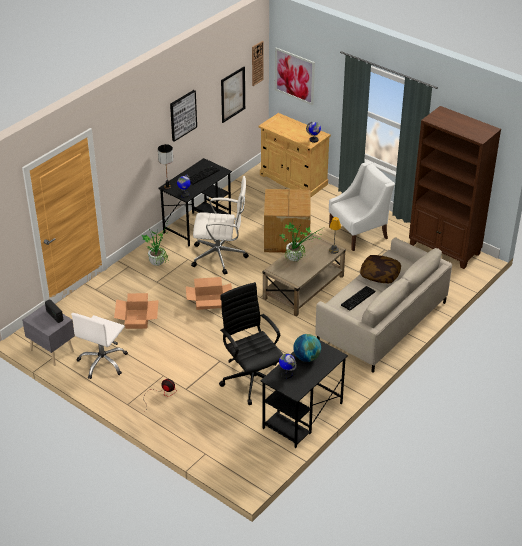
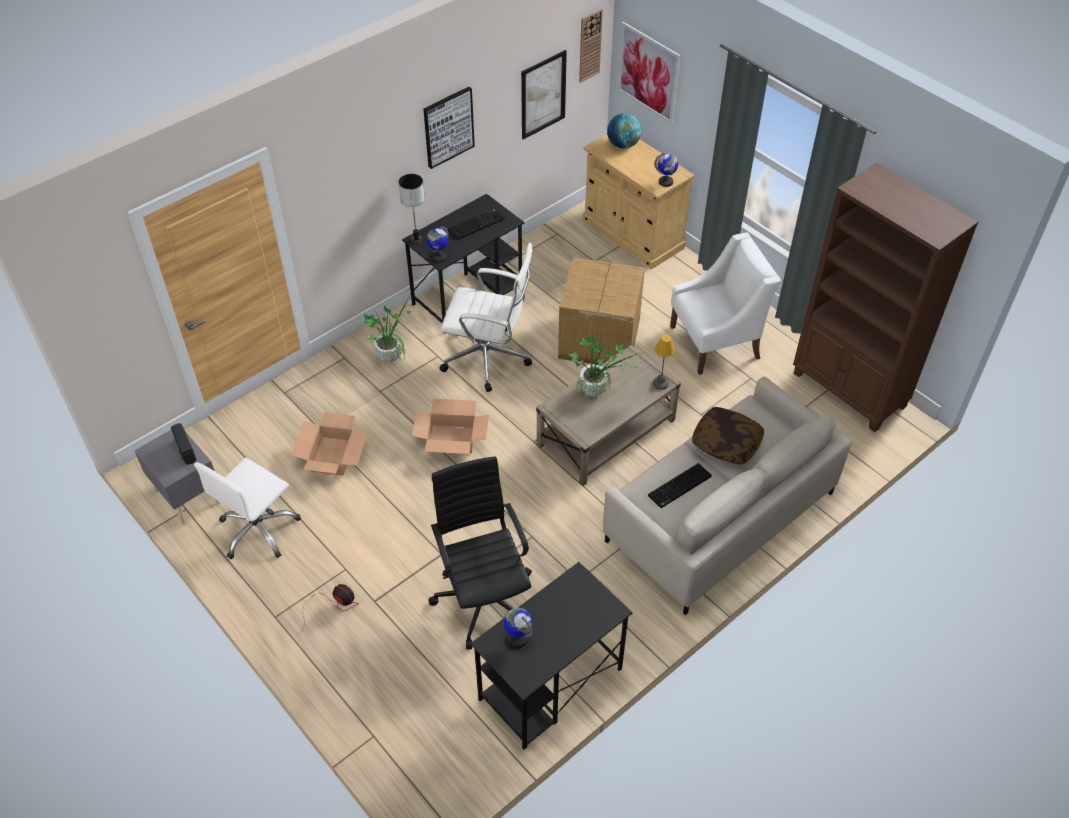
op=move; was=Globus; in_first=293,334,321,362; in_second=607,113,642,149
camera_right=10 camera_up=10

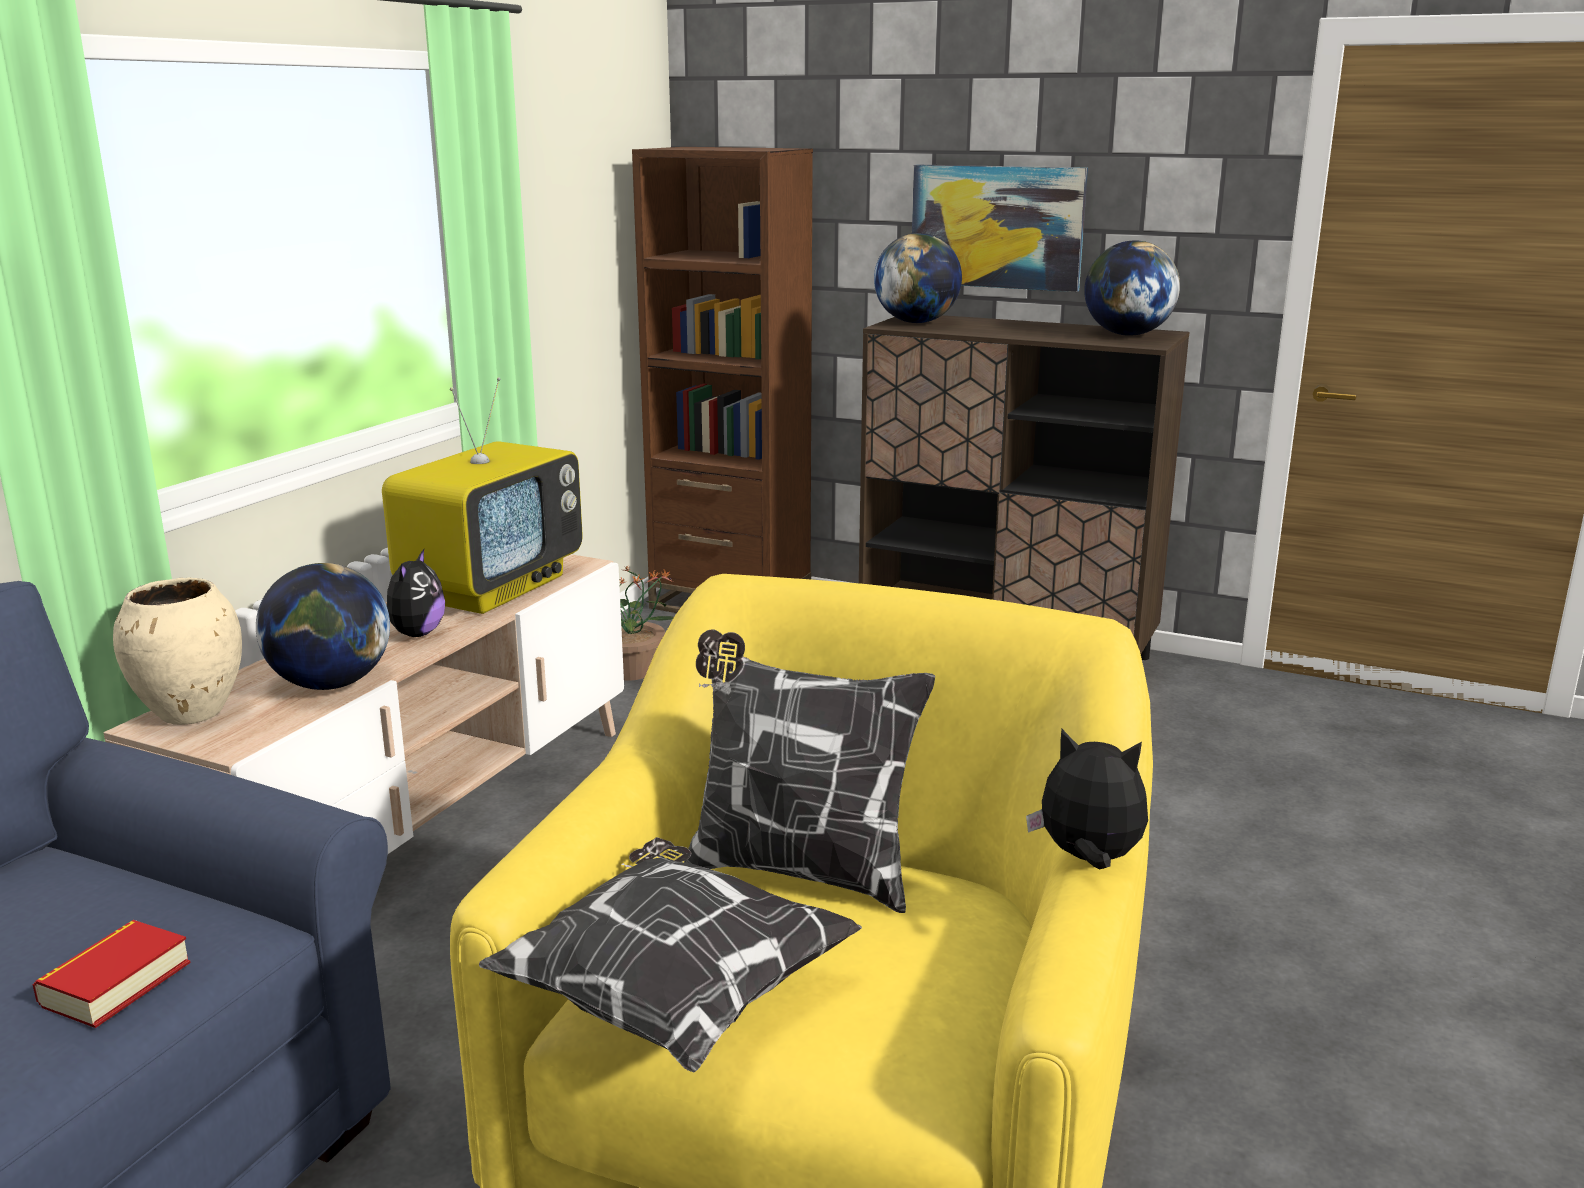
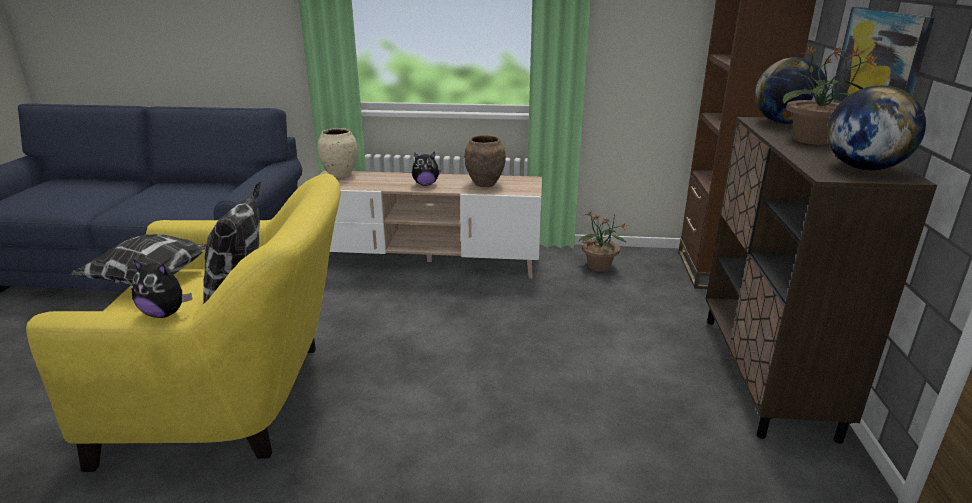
op=delete; was=Buch; in_first=33,920,190,1028
op=delete; was=Globus; in_first=256,563,390,690
op=replace; was=Fernseher; now=Vase (braun); in_first=382,377,583,614; in_second=464,135,506,187
op=rotate; was=Plüschtier; in_first=1026,729,1148,869; in_second=131,259,192,318; clockwise=105
op=insert; now=Topfpflanze; in_second=783,45,877,145
camera_right=70 camera_up=5

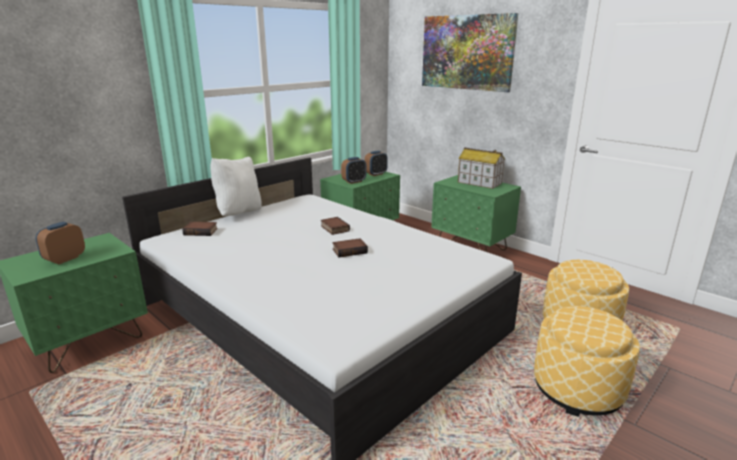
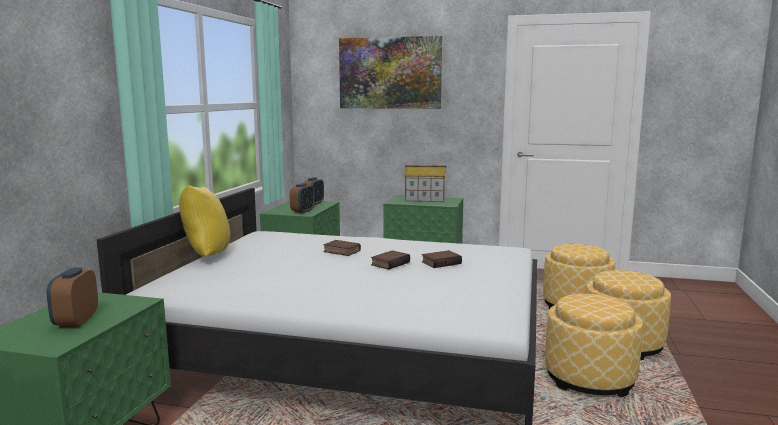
op=move; was=Buch; in_first=182,222,218,236; in_second=422,250,462,268
op=recolor; was=Kissen (weiß); now=Kissen (gelb); in_first=210,157,262,216; in_second=179,185,230,257
op=insert; now=Polsterhocker; in_second=545,294,643,397
camera_right=-30 camera_up=-10

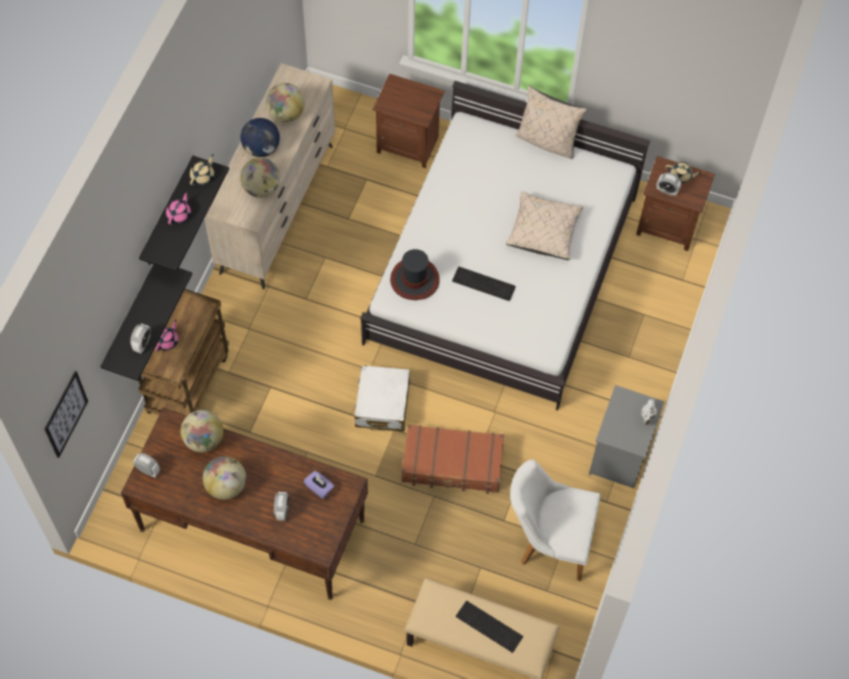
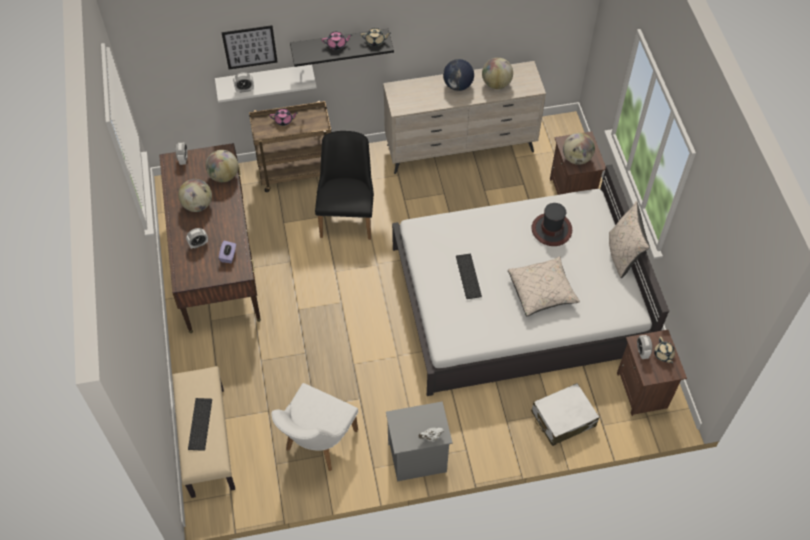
op=move; was=Bild; in_first=44,371,88,458; in_second=221,25,278,69
op=recolor; was=Wandregal (schwarz); now=Wandregal (weiß); in_first=100,264,192,381; in_second=215,64,317,103
op=move; was=Globus; in_first=240,158,280,198; in_second=563,133,595,165
op=move; was=Koffer (weiß); in_first=355,365,410,431; in_second=531,383,599,446
op=move; was=Hut; in_first=390,249,440,300; in_second=531,203,572,246
op=delete; was=Koffer (braun); in_first=402,424,504,494
op=rotate; was=Stuhl (weiß); in_first=510,459,600,581; in_second=271,383,358,471; clockwise=-135
op=insert; now=Stuhl (schwarz); in_second=315,131,374,240
camera_right=60 camera_up=-5

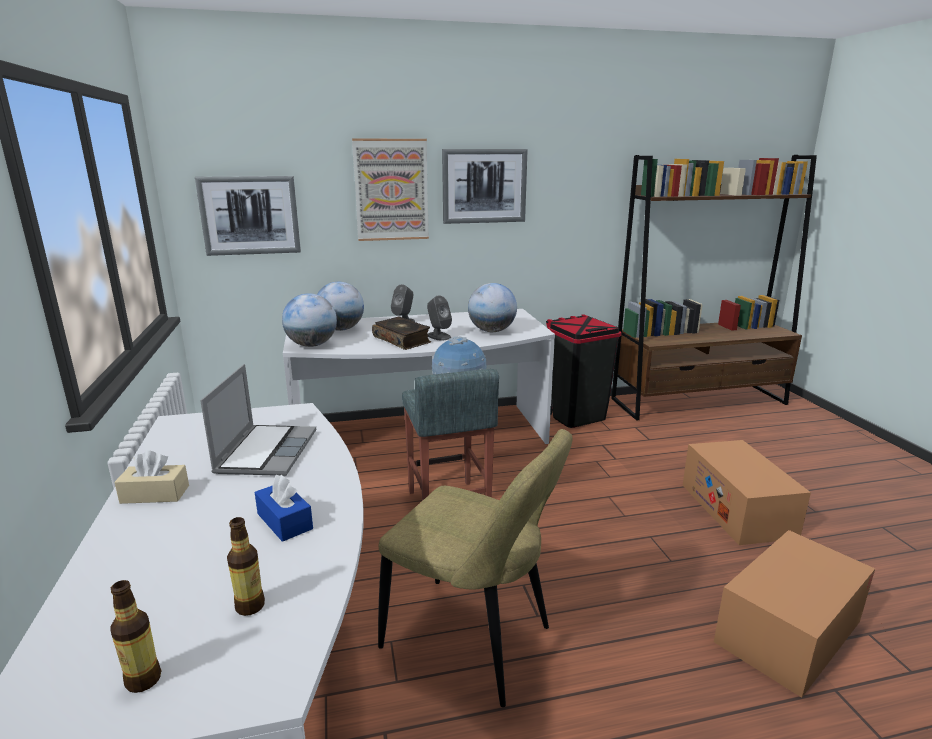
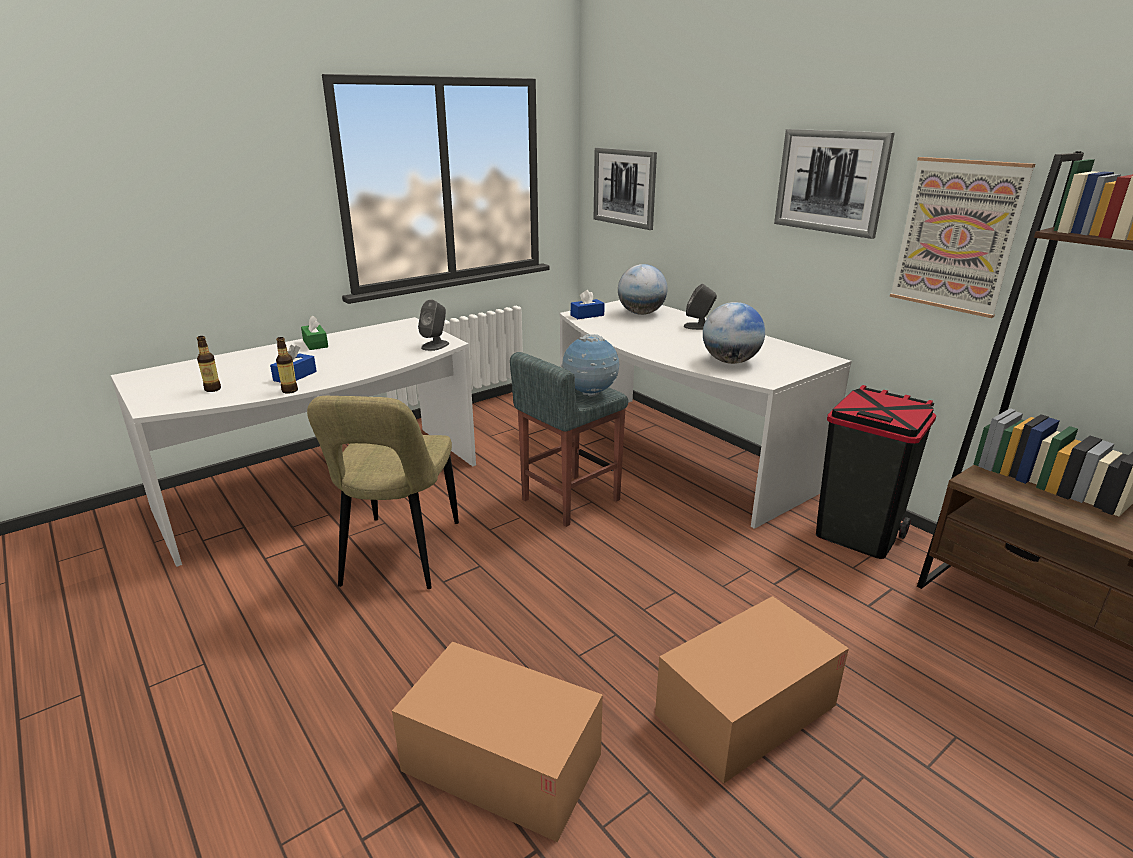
op=move; was=Flasche; in_first=111,580,161,693; in_second=276,337,298,394
op=recolor; was=Taschentuchbox (beige); now=Taschentuchbox (grün); in_first=114,450,189,504; in_second=301,315,328,350
op=delete; was=Laptop; in_first=200,364,316,476
op=replace; was=Globus; now=Taschentuchbox (blau); in_first=282,293,337,347; in_second=571,290,605,319
op=move; was=Bild; in_first=352,138,429,241; in_second=890,157,1035,318
op=delete; was=Buch; in_first=372,317,431,350
op=move; was=Lautsprecher (grau); in_first=427,295,452,341; in_second=418,300,449,351
camera_right=65 camera_up=5

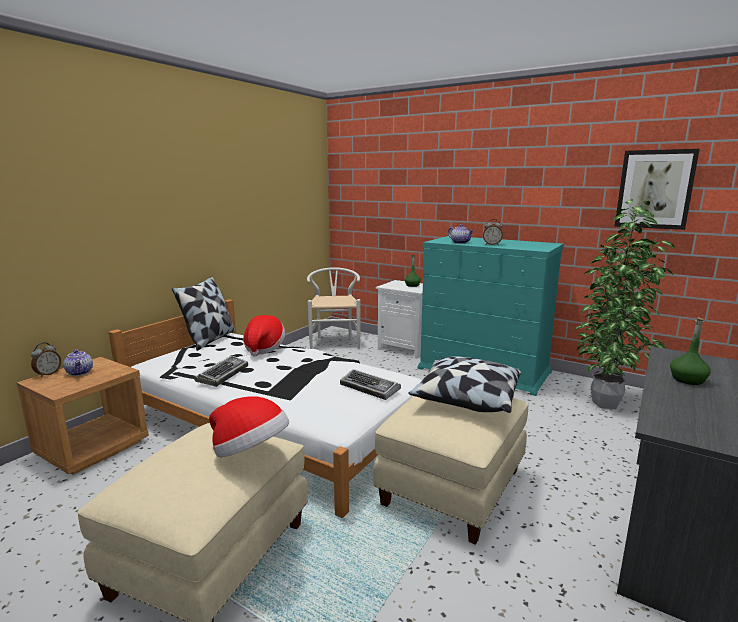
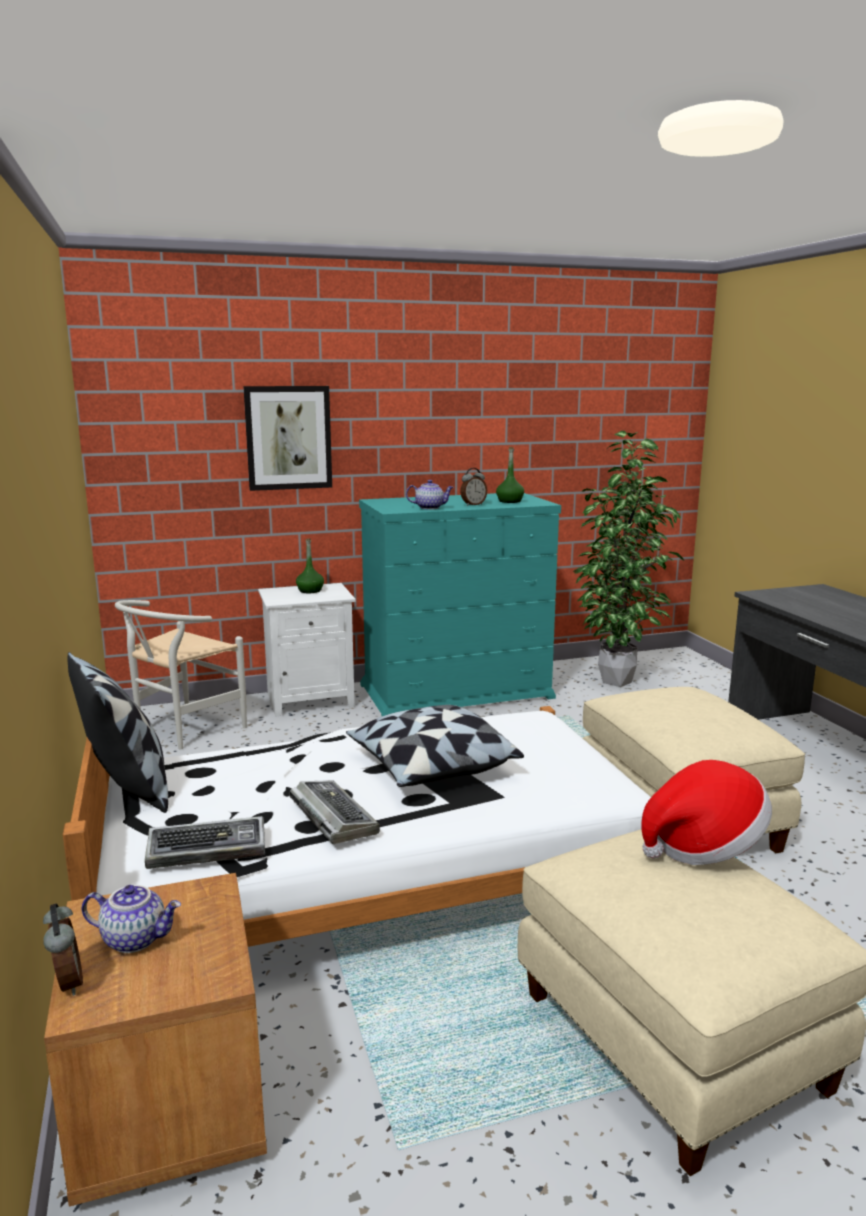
op=delete; was=Hut; in_first=243,315,285,356
op=rotate; was=Stuhl (weiß); in_first=307,267,361,349; in_second=115,600,247,749; clockwise=-90
op=move; was=Tastatur; in_first=340,369,401,400; in_second=145,816,265,869
op=move; was=Kissen; in_first=408,357,521,413; in_second=346,705,524,787
op=move; was=Bild; in_first=615,149,700,230; in_second=243,386,332,491
op=move; was=Flasche (grün); in_first=670,317,711,385; in_second=496,447,524,503
camera_right=-50 camera_up=0

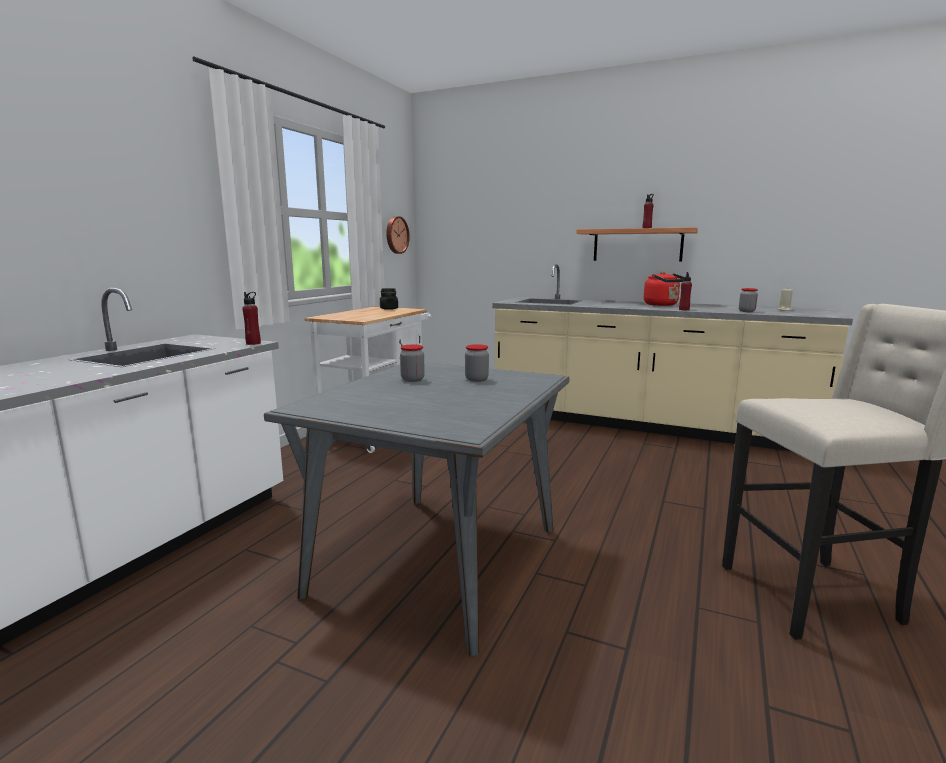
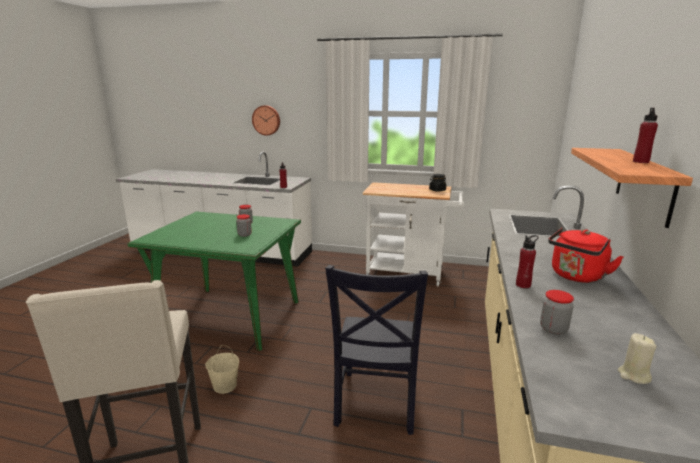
op=recolor; was=Esstisch (grau); now=Esstisch (grün); in_first=264,362,569,657; in_second=128,211,301,351
op=move; was=Wanduhr; in_first=386,216,410,254; in_second=252,105,280,136
op=insert; now=Eimer (beige); in_second=205,345,239,394
op=insert; now=Stuhl (schwarz); in_second=325,265,428,435
camera_right=80 camera_up=5

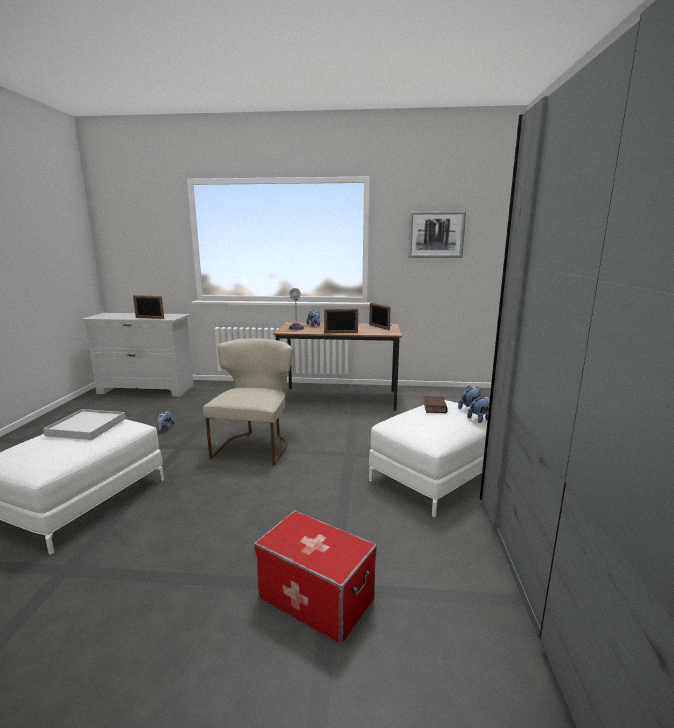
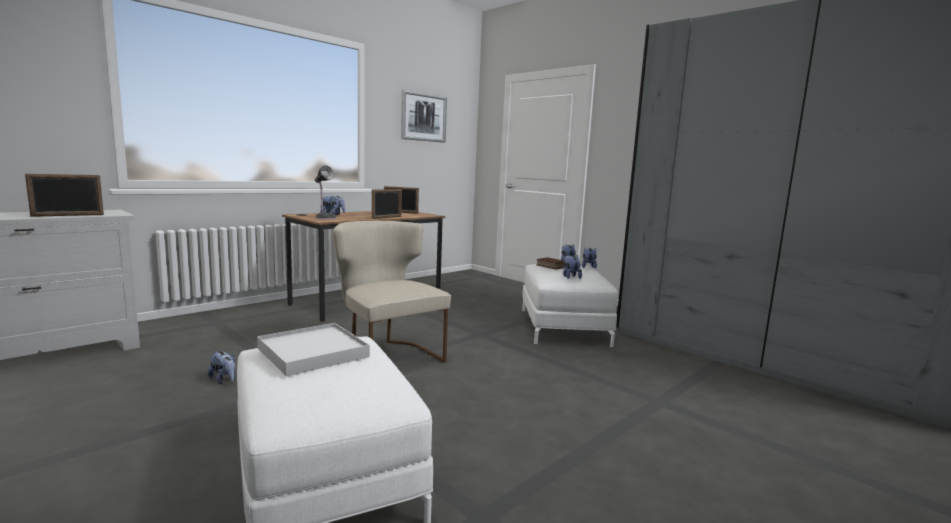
op=delete; was=Aufbewahrungsbox; in_first=254,510,377,645
op=insert; now=Plüschtier; in_second=563,255,582,279
camera_right=-50 camera_up=-5

